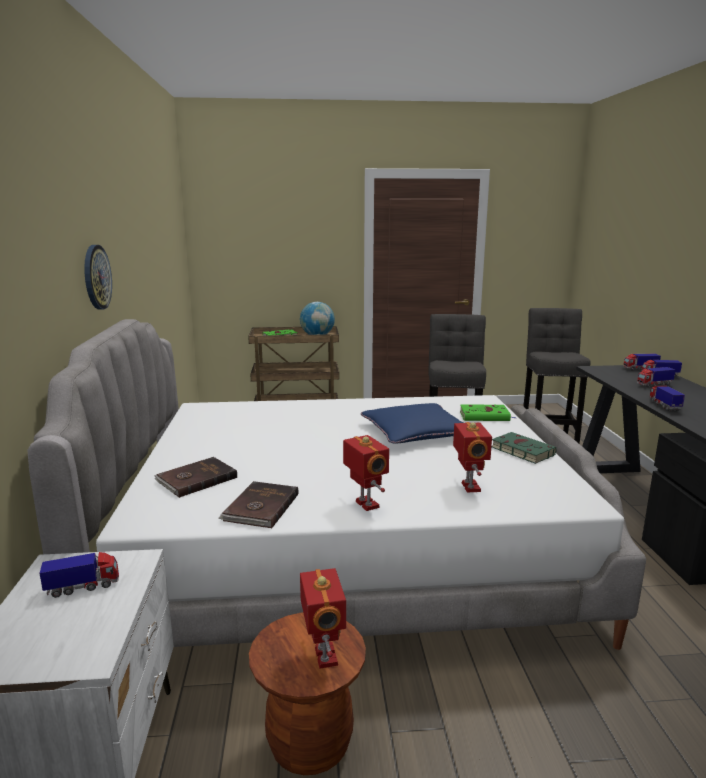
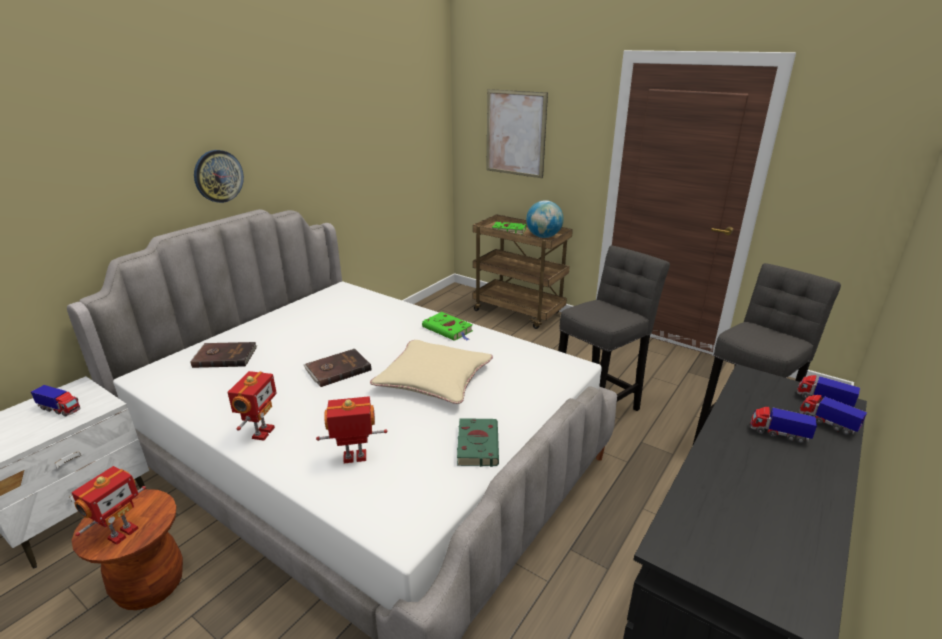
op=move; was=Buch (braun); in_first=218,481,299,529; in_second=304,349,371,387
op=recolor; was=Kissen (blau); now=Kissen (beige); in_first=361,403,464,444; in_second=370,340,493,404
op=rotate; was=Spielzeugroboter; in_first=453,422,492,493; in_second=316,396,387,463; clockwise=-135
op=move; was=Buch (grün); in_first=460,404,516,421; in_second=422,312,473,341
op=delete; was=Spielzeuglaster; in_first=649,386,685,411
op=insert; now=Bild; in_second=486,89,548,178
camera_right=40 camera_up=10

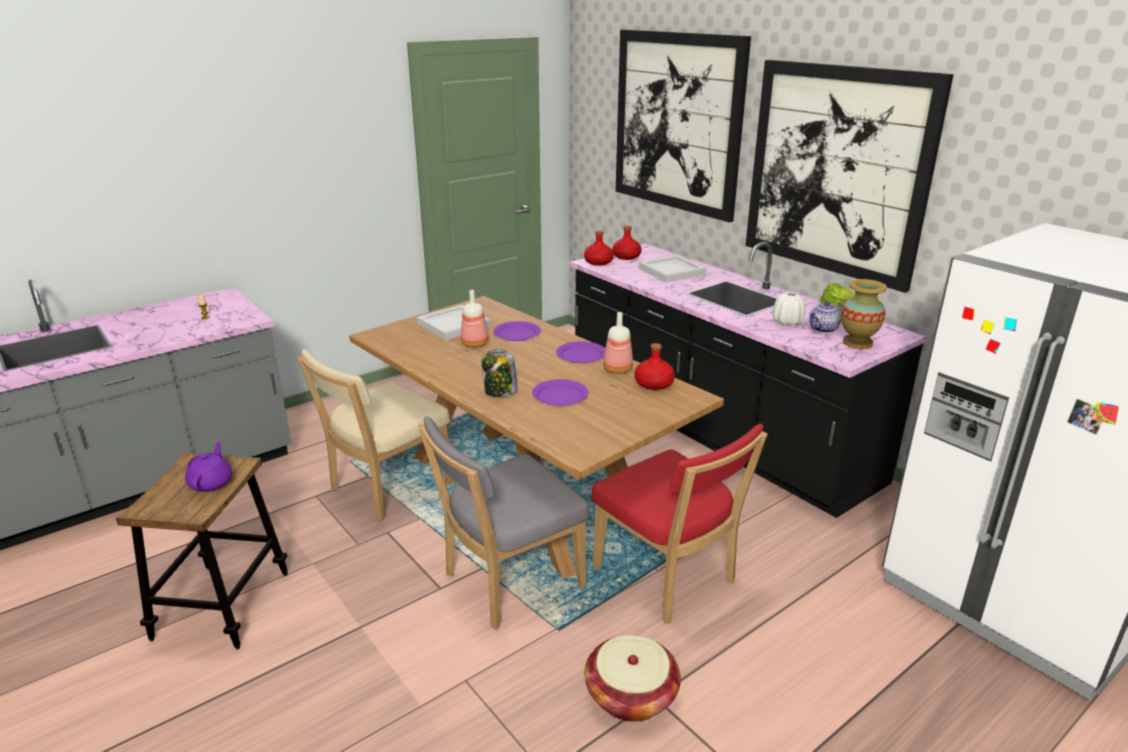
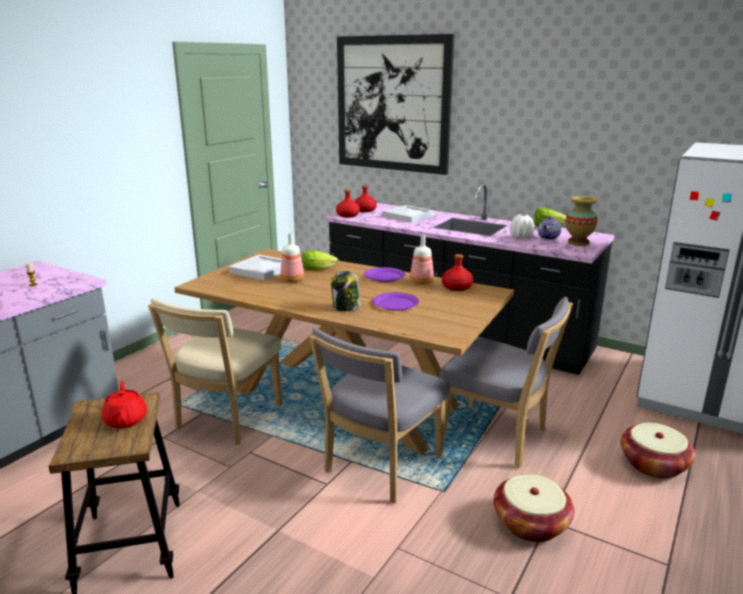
op=recolor; was=Teekanne (lila); now=Teekanne (rot); in_first=185,442,232,492; in_second=102,381,147,428
op=replace; was=Teller (lila); now=Salatkopf; in_first=493,321,541,341; in_second=301,250,338,271
op=recolor; was=Stuhl (rot); now=Stuhl (grau); in_first=591,424,768,624; in_second=440,297,573,468
op=delete; was=Bild; in_first=745,60,954,293
op=insert; now=Korb; in_second=621,423,695,479
camera_right=-20 camera_up=-5

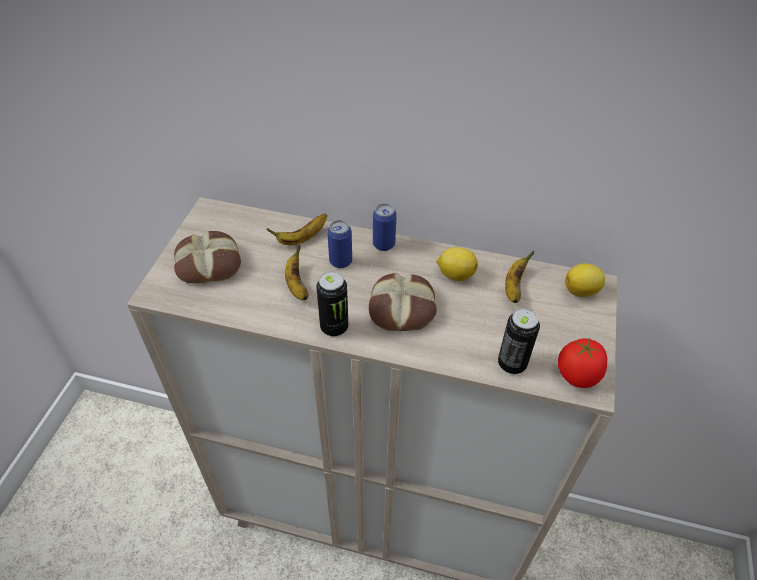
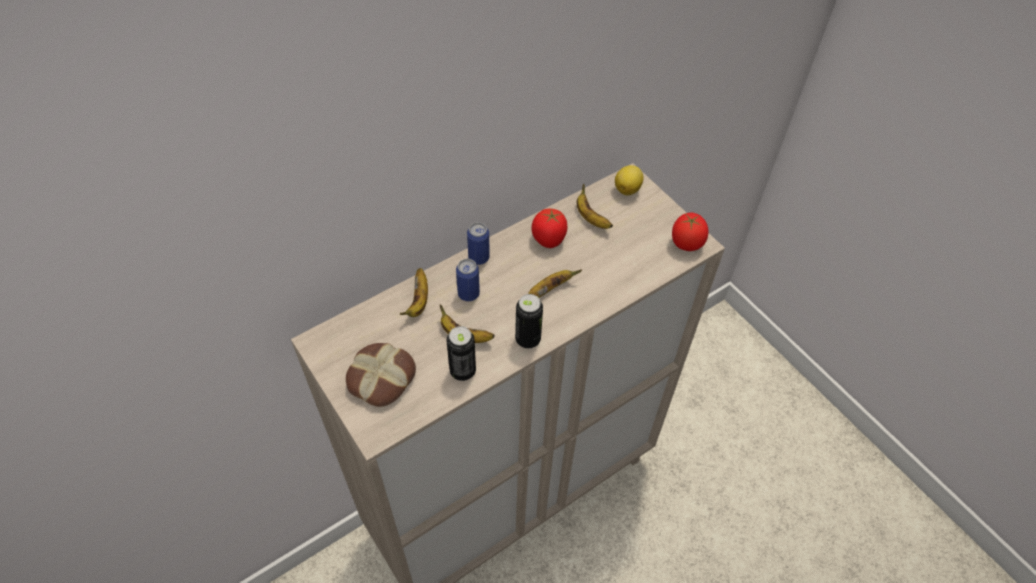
op=replace; was=Brot; now=Banane; in_first=369,273,437,331; in_second=528,269,582,298
op=replace; was=Zitrone; now=Tomate; in_first=436,247,478,281; in_second=532,209,567,248
op=move; was=Dose; in_first=498,308,540,374; in_second=447,326,476,381
camera_right=-50 camera_up=5

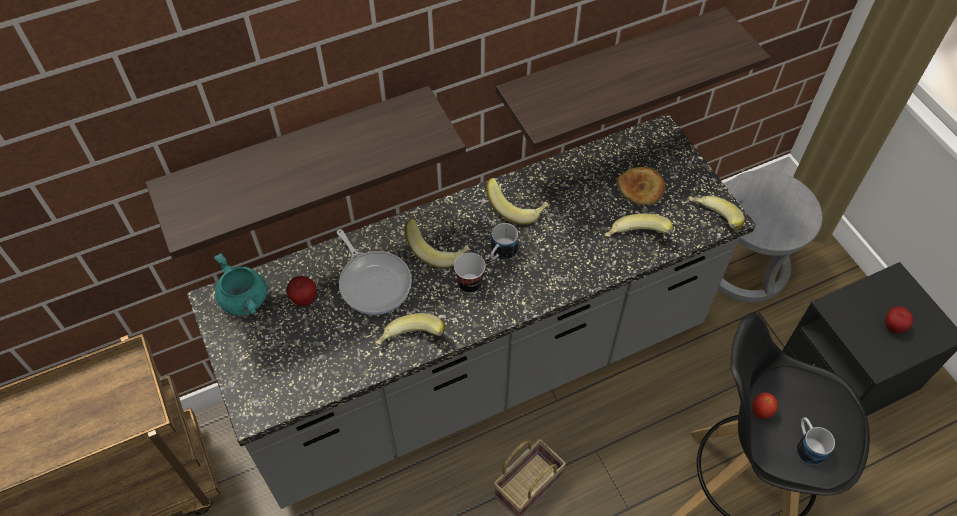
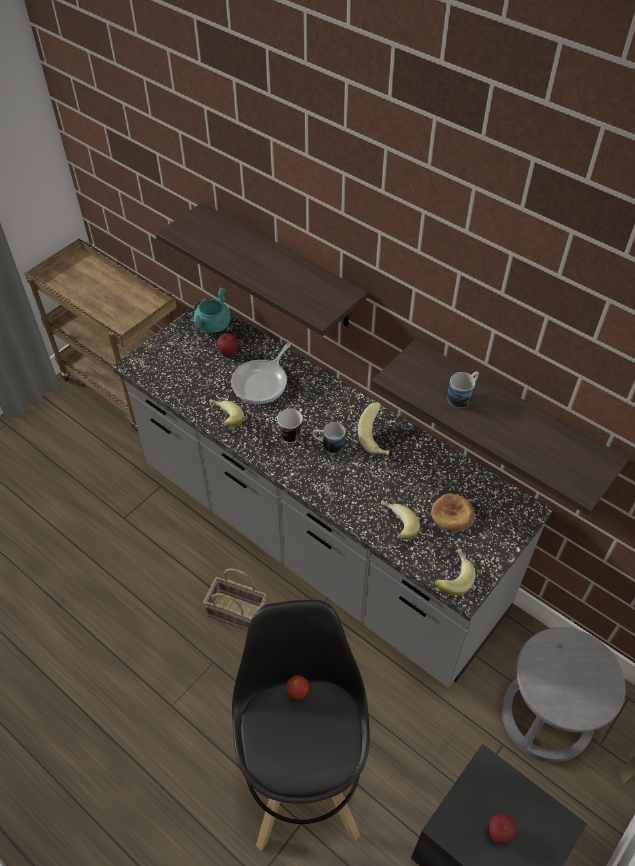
op=delete; was=Banane; in_first=405,219,470,268
op=move; was=Henkelbecher; in_first=797,417,835,465; in_second=447,371,479,408
camera_right=65 camera_up=-5

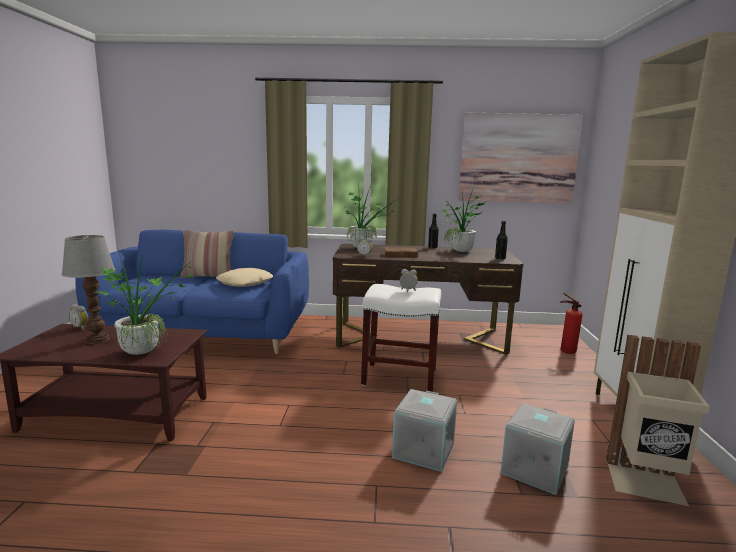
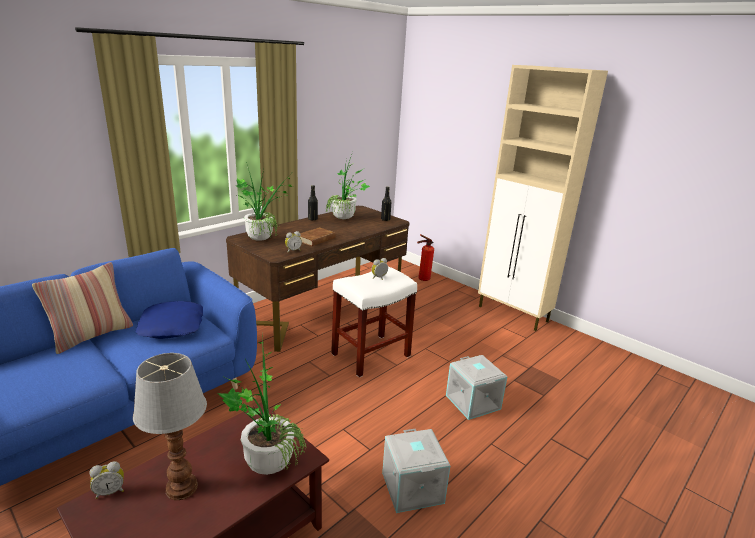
op=recolor; was=Kissen (beige); now=Kissen (blau); in_first=216,268,273,287; in_second=135,301,203,339
op=delete; was=Bild; in_first=458,112,583,204
op=move; was=Aufbewahrungsbox (grau); in_first=500,403,575,495; in_second=382,429,451,513
op=delete; was=Mülleimer (beige); in_first=606,335,710,506
camera_right=-50 camera_up=10

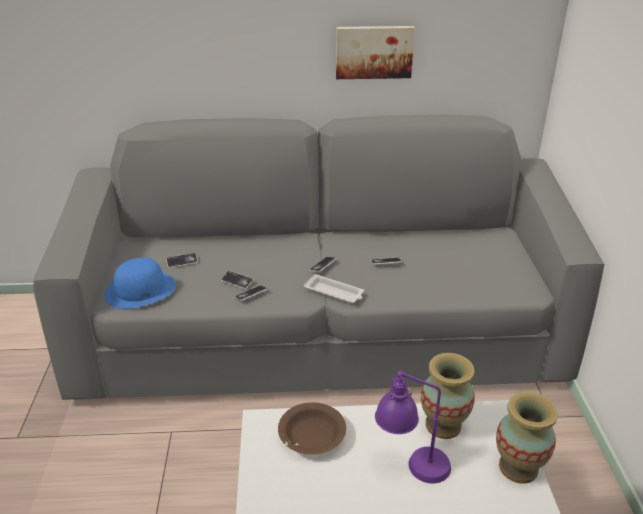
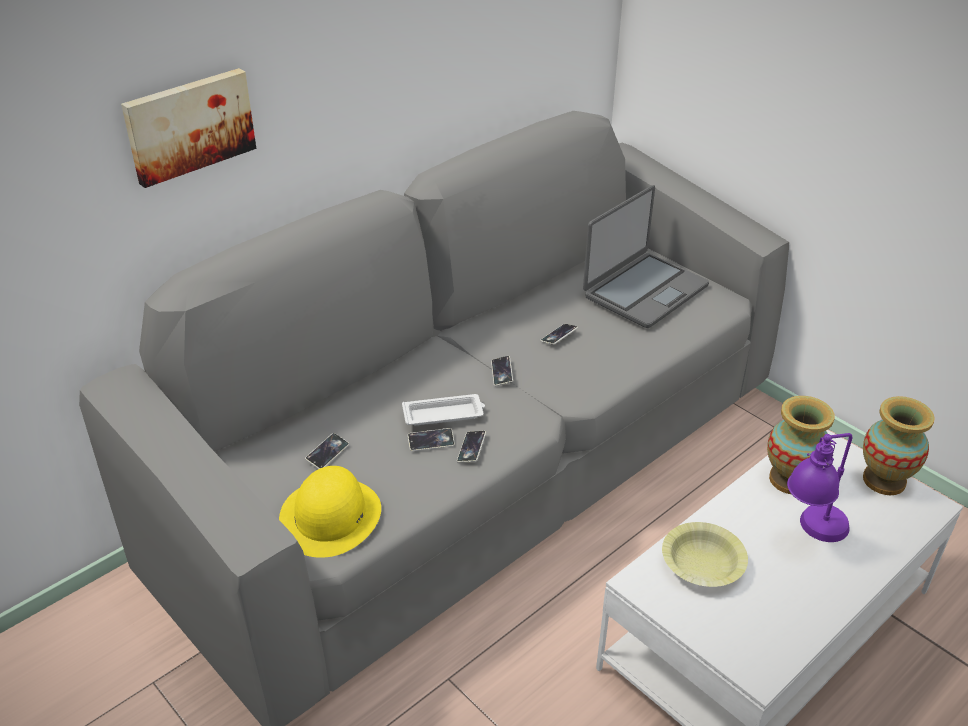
op=recolor; was=Hut (blau); now=Hut (gelb); in_first=104,258,176,309; in_second=279,466,381,558
op=recolor; was=Schüssel (braun); now=Schüssel (gelb); in_first=278,402,346,455; in_second=662,522,748,587
op=move; was=Tablett (weiß); in_first=304,274,364,304; in_second=402,394,485,425
op=move; was=Bild; in_first=336,26,415,79; in_second=121,68,256,188
op=insert; now=Laptop; in_second=583,185,709,328
camera_right=-40 camera_up=5

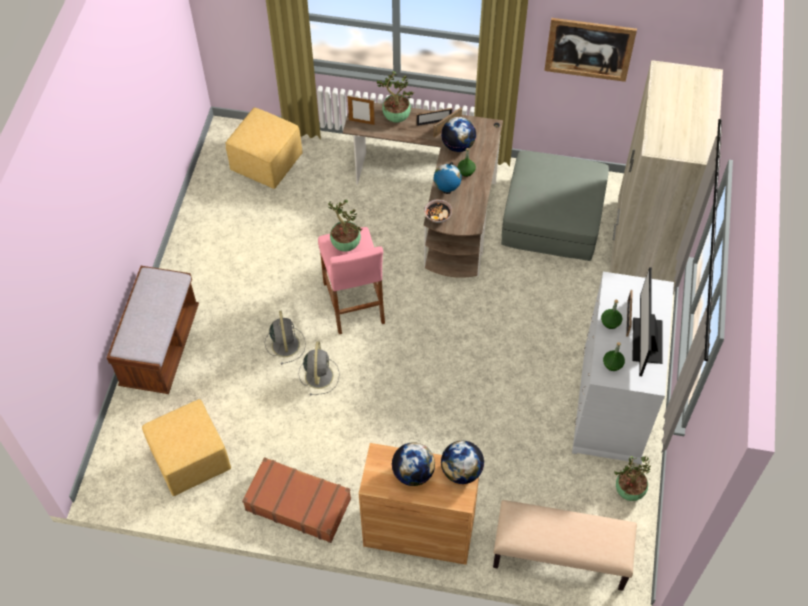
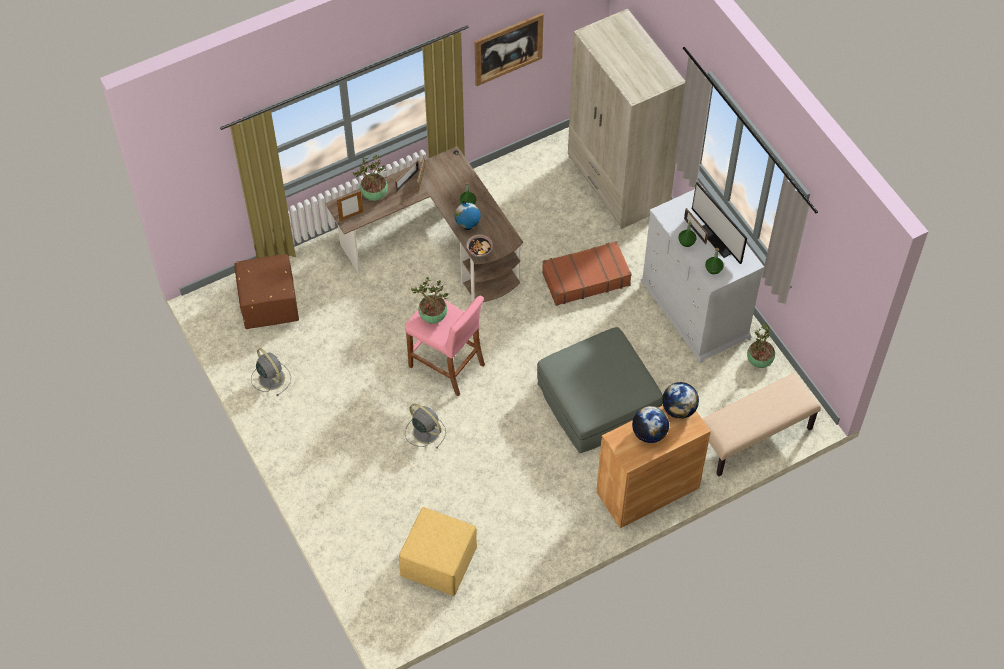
op=delete; was=Bank (braun); in_first=107,266,199,394
op=recolor; was=Polsterhocker (gelb); now=Polsterhocker (braun); in_first=226,107,303,189; in_second=234,254,299,329
op=move; was=Koffer (braun); in_first=242,457,351,543; in_second=542,241,632,306
op=move; was=Ventilator (grau); in_first=299,342,340,395; in_second=251,348,291,396
op=delete; was=Globus; in_first=441,117,476,152
op=move; was=Polsterhocker (grau); in_first=501,150,609,261; in_second=537,327,663,453
camera_right=-40 camera_up=0

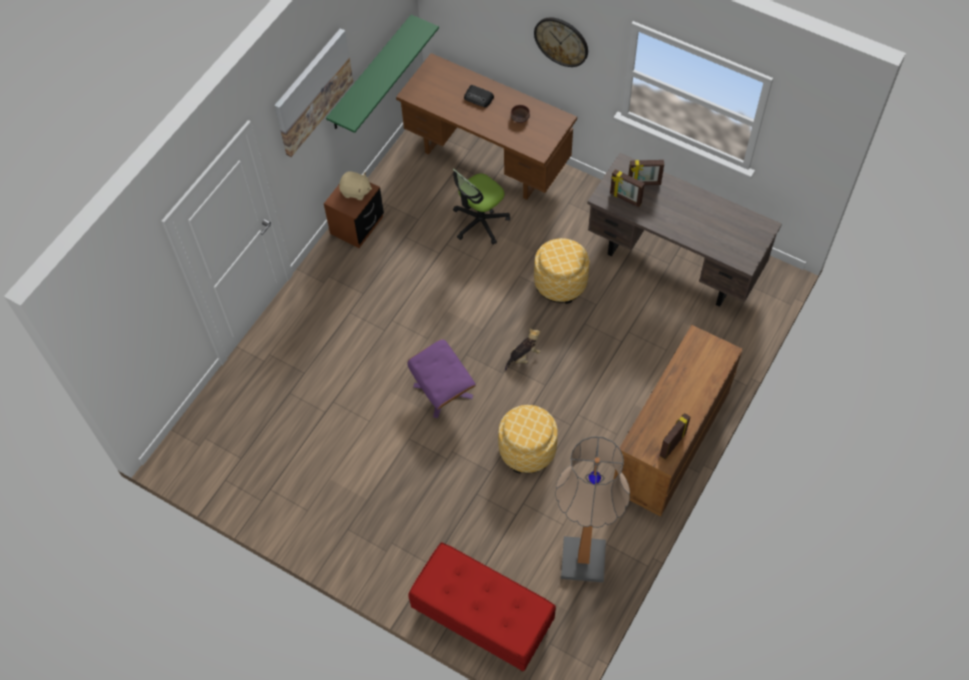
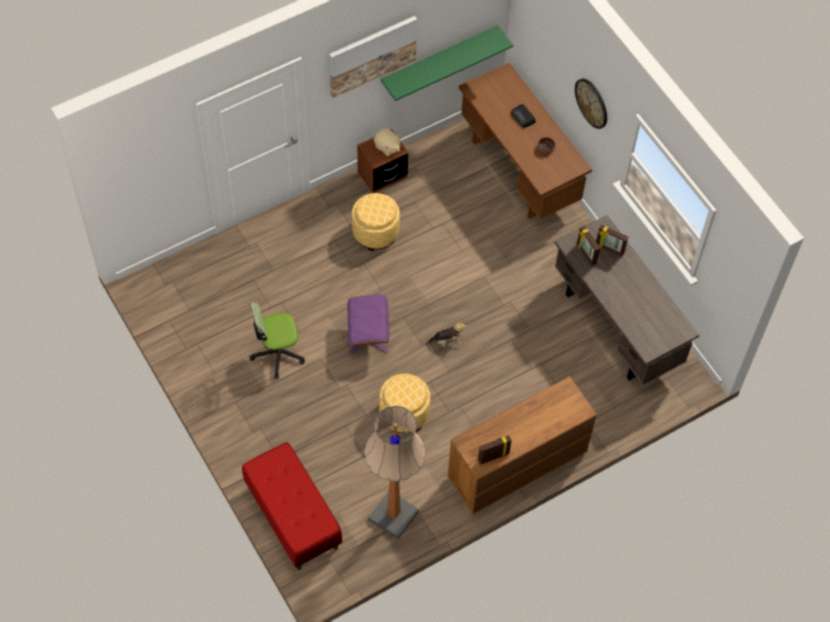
op=move; was=Bürostuhl; in_first=453,169,510,244; in_second=250,302,305,379
op=move; was=Polsterhocker; in_first=534,238,589,304; in_second=352,193,400,251
camera_right=25 camera_up=0

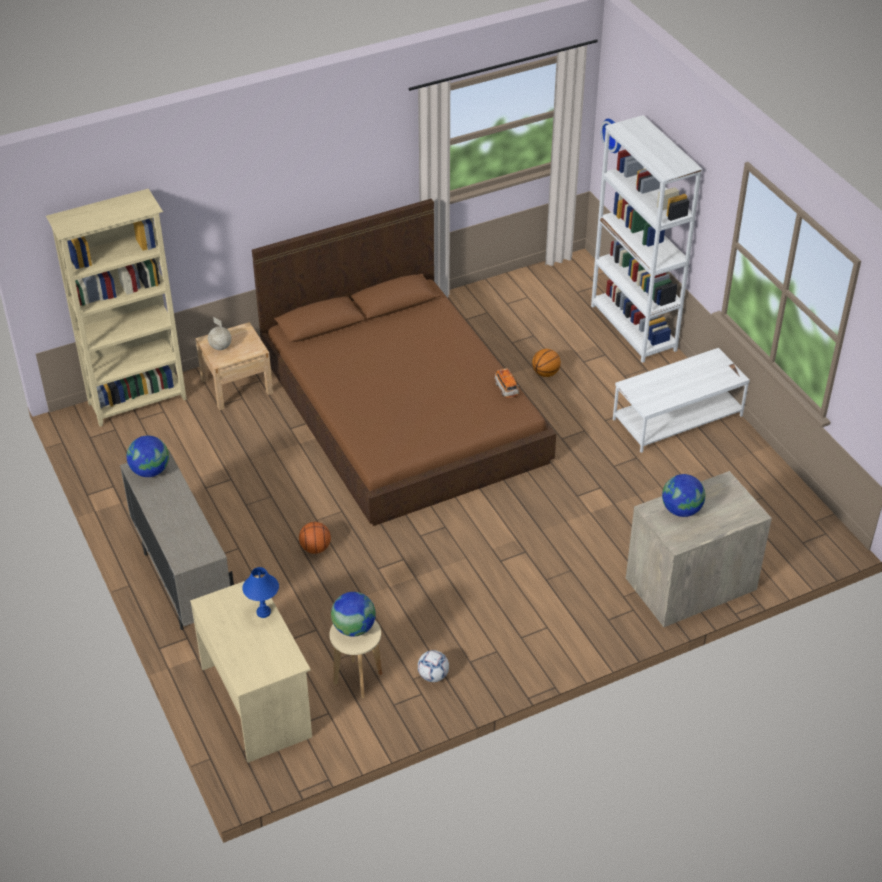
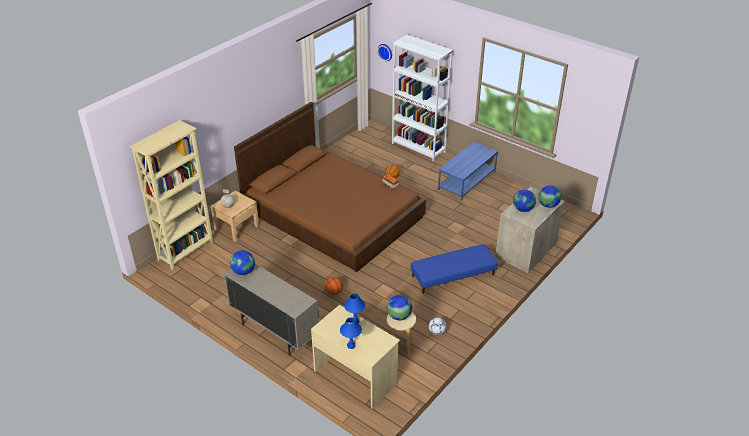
op=recolor; was=Couchtisch (weiß); now=Couchtisch (blau); in_first=613,348,750,453; in_second=438,142,498,200
op=insert; now=Tischlampe (blau); in_second=340,317,362,349
op=insert; now=Polsterhocker (blau); in_second=411,244,498,294
op=insert; now=Globus; in_second=538,185,561,208
camera_right=-25 camera_up=-5

